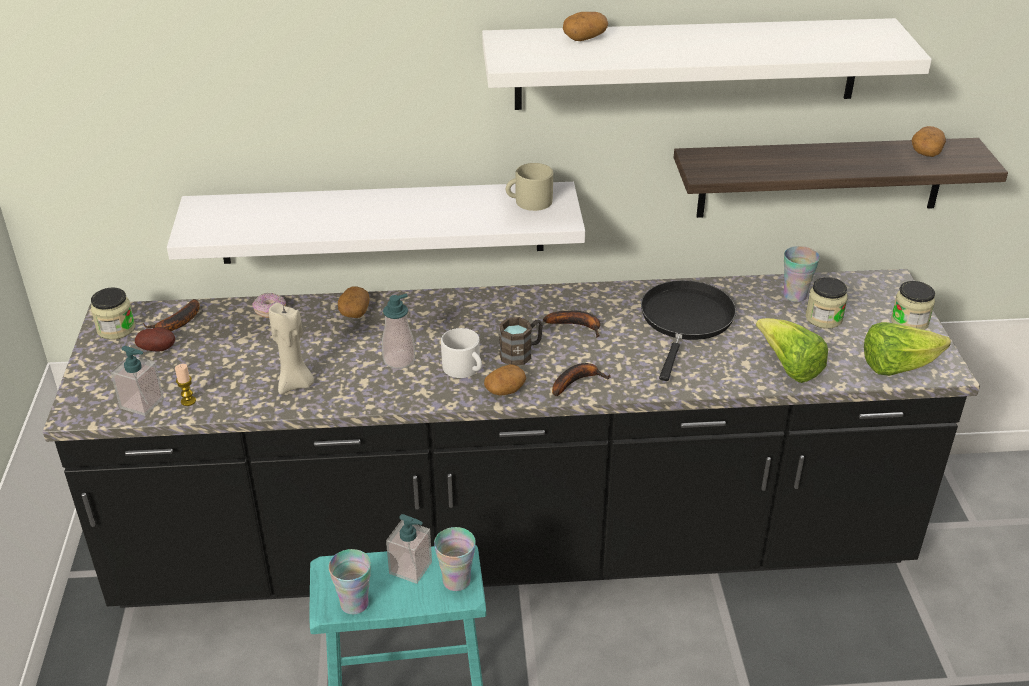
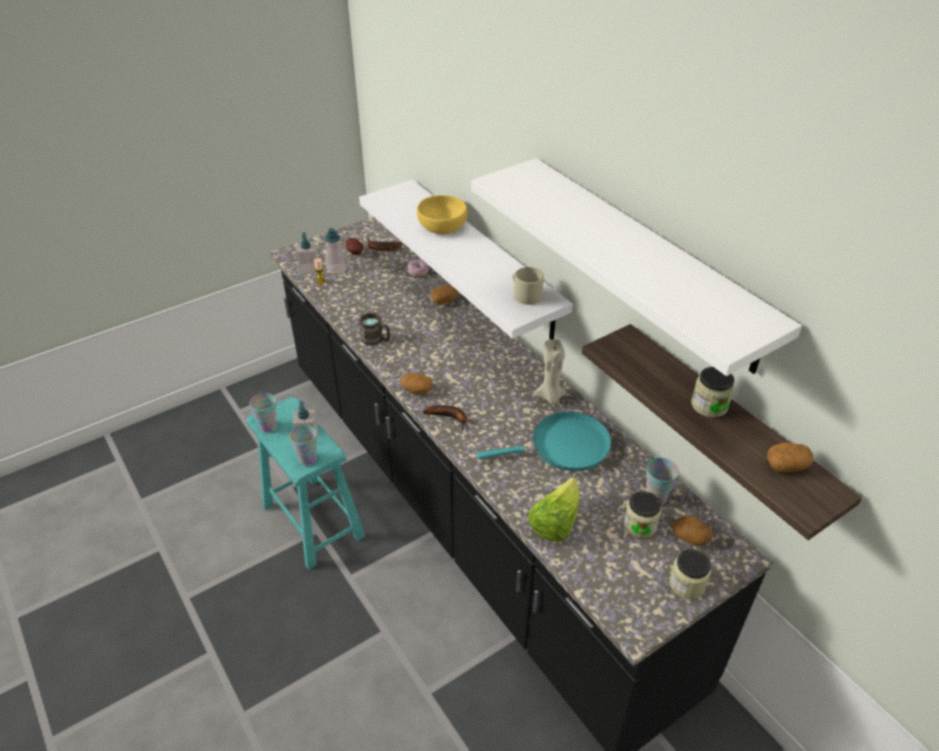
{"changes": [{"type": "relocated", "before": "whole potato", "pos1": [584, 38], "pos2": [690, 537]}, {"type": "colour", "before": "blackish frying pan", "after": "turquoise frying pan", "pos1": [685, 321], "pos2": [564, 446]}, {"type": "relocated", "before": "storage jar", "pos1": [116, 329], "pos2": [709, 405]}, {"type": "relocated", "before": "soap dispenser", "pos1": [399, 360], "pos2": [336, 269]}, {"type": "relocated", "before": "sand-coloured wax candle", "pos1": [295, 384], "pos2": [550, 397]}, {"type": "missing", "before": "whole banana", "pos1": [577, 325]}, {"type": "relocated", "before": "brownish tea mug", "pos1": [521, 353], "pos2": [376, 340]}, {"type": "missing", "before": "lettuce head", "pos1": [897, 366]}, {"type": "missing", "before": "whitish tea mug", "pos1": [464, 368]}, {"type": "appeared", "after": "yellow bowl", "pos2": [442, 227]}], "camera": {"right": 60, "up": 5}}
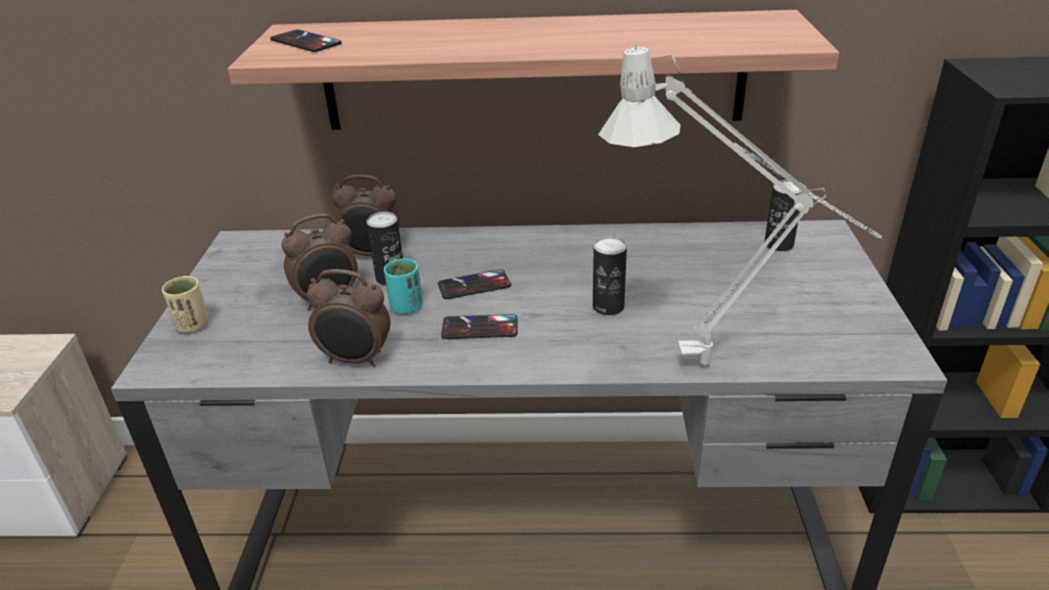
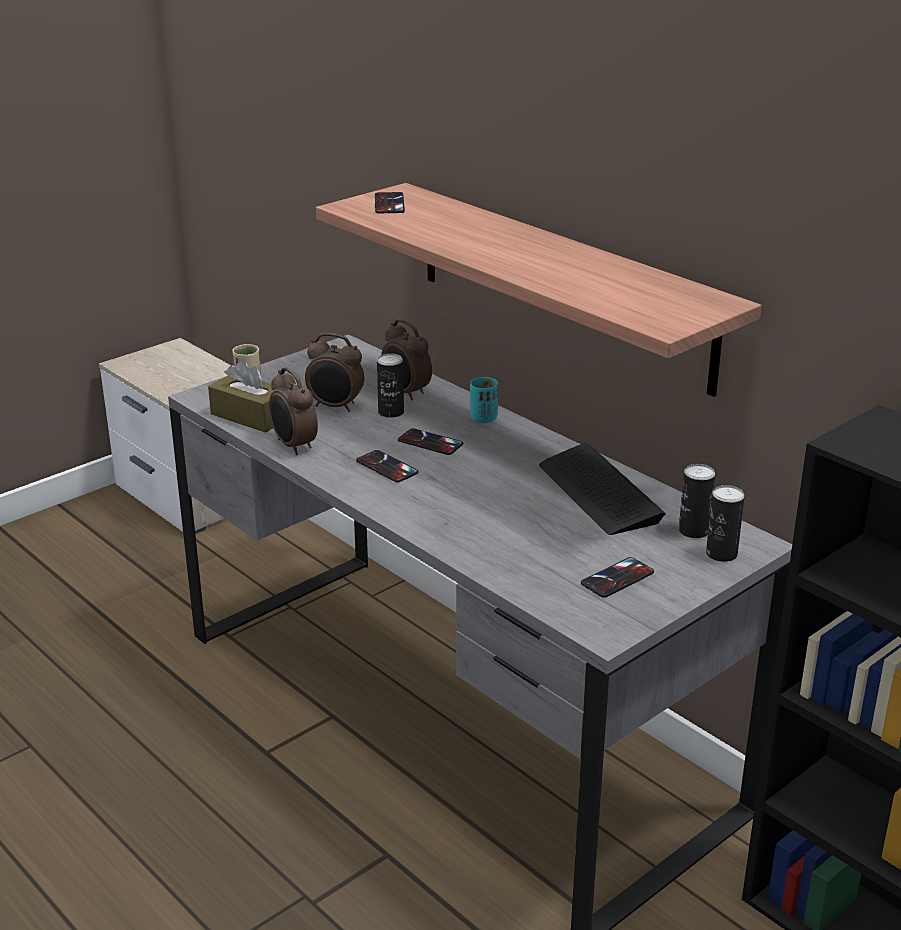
{"changes": [{"type": "missing", "before": "gray table lamp", "pos1": [721, 365]}, {"type": "relocated", "before": "can", "pos1": [608, 307], "pos2": [721, 554]}, {"type": "relocated", "before": "turquoise cup", "pos1": [406, 307], "pos2": [483, 418]}, {"type": "appeared", "after": "brownish box of tissues", "pos2": [250, 416]}, {"type": "appeared", "after": "keyboard", "pos2": [599, 492]}, {"type": "appeared", "after": "handset", "pos2": [617, 578]}], "camera": {"right": 45, "up": -5}}
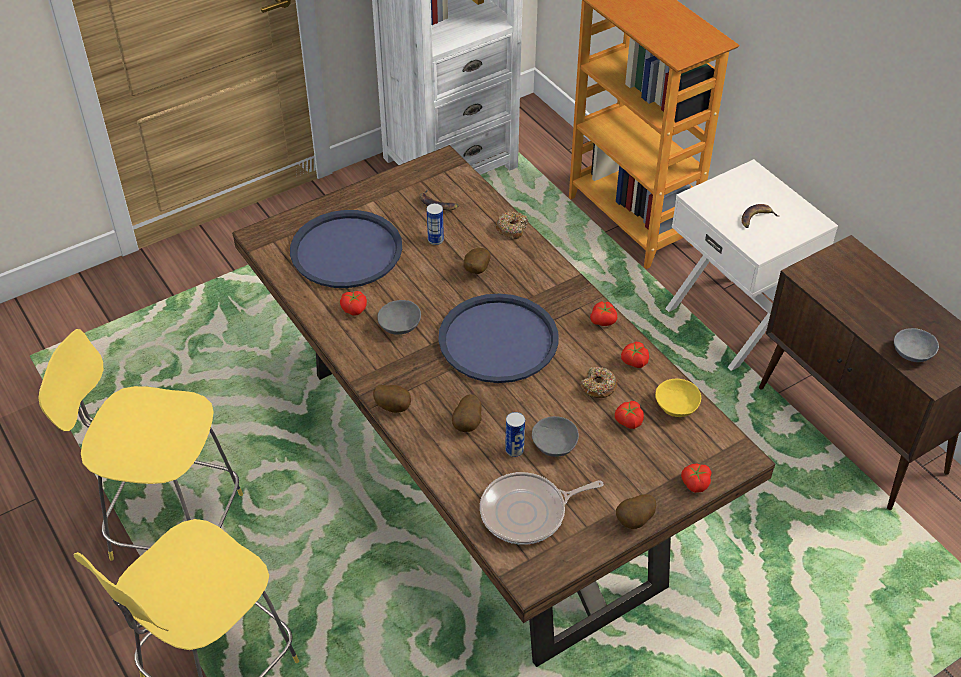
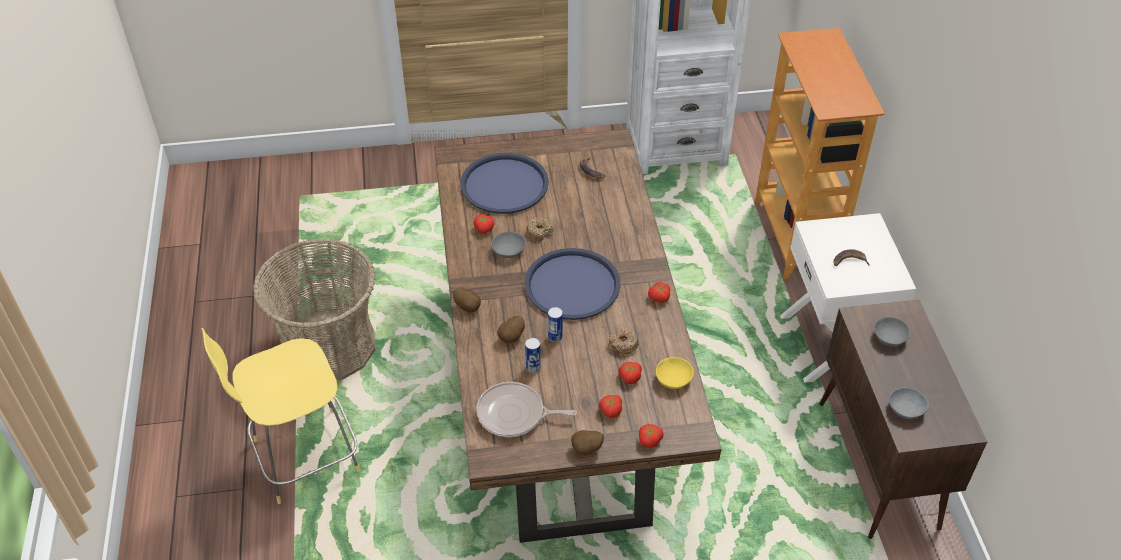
{"changes": [{"type": "relocated", "before": "can", "pos1": [435, 240], "pos2": [555, 337]}, {"type": "relocated", "before": "donut", "pos1": [512, 229], "pos2": [539, 232]}, {"type": "missing", "before": "whole potato", "pos1": [475, 270]}, {"type": "exchanged", "before": "yellow sitting stool", "after": "basket", "pos1": [172, 525], "pos2": [329, 346]}, {"type": "relocated", "before": "fresh tomato", "pos1": [634, 361], "pos2": [610, 411]}, {"type": "relocated", "before": "gray bowl", "pos1": [555, 445], "pos2": [890, 338]}], "camera": {"right": 25, "up": 0}}
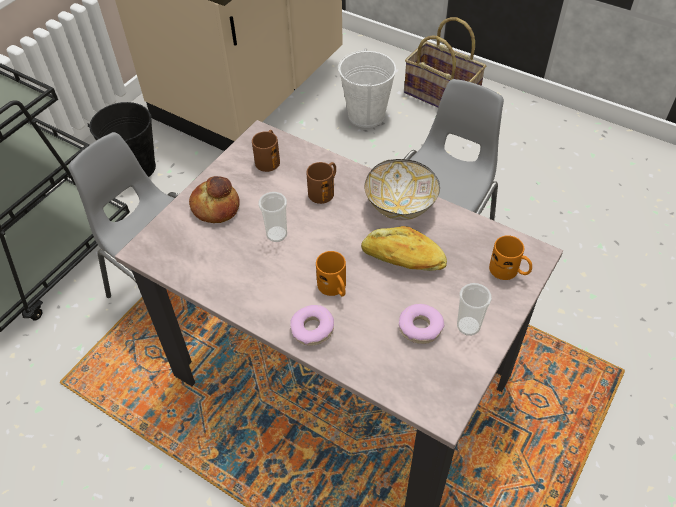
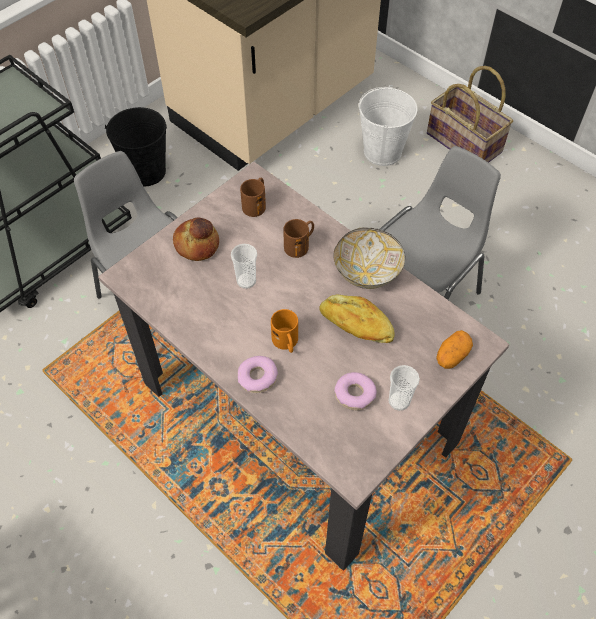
{"changes": [{"type": "exchanged", "before": "orange-coloured tea mug", "after": "whole potato", "pos1": [509, 271], "pos2": [452, 355]}], "camera": {"right": 10, "up": 5}}
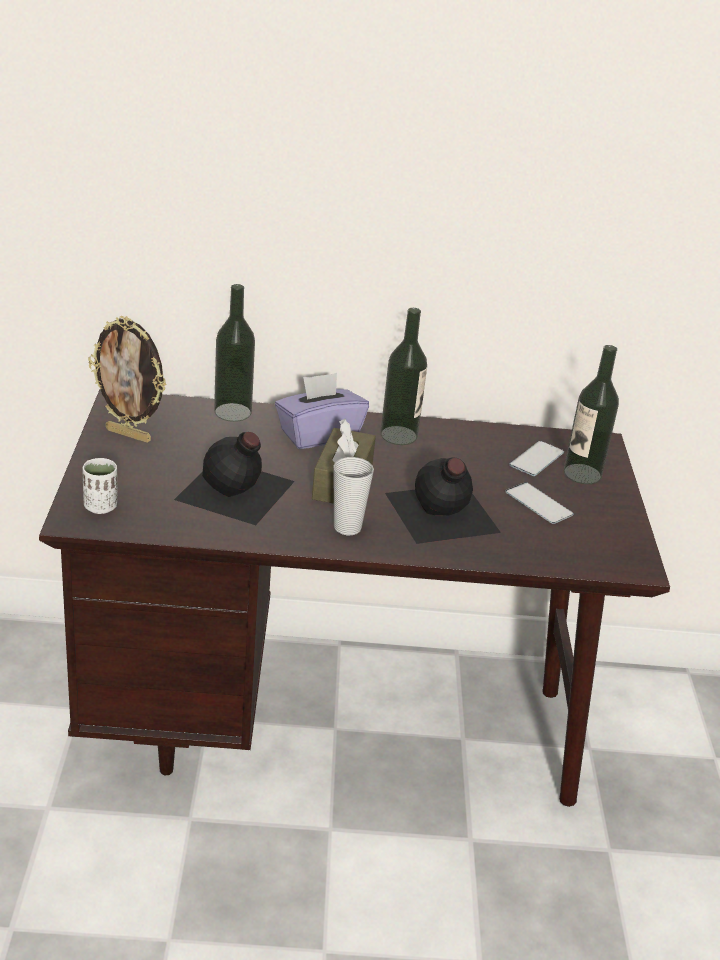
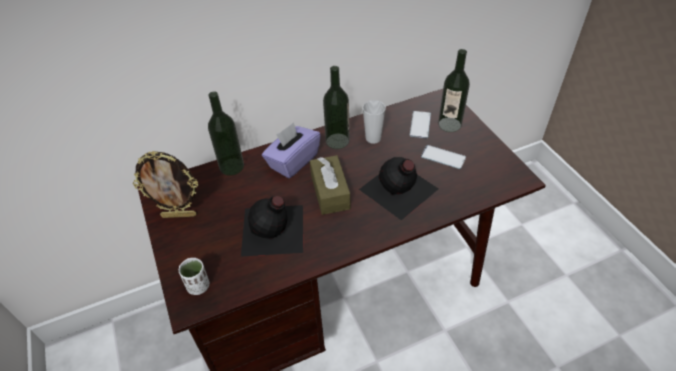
{"changes": [{"type": "relocated", "before": "cup", "pos1": [347, 527], "pos2": [373, 138]}], "camera": {"right": -20, "up": 15}}
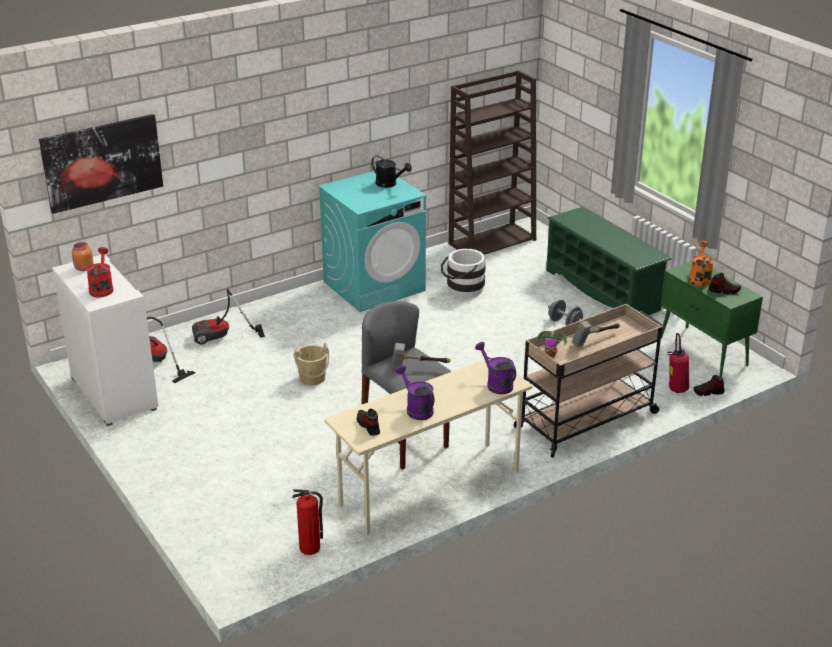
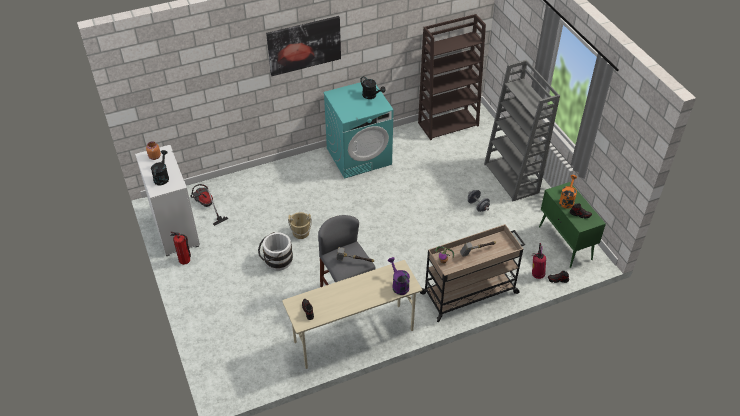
{"changes": [{"type": "relocated", "before": "wall picture", "pos1": [102, 162], "pos2": [304, 45]}, {"type": "exchanged", "before": "green-coloured shoe stand", "after": "gray shelving unit", "pos1": [602, 290], "pos2": [512, 178]}, {"type": "colour", "before": "red-coloured watering pot", "after": "blackish watering pot", "pos1": [102, 288], "pos2": [162, 177]}, {"type": "relocated", "before": "whitish pail", "pos1": [462, 289], "pos2": [276, 261]}, {"type": "missing", "before": "hoover", "pos1": [222, 338]}, {"type": "missing", "before": "purple-coloured watering pot", "pos1": [416, 409]}, {"type": "relocated", "before": "extinguisher", "pos1": [310, 547], "pos2": [185, 260]}], "camera": {"right": 10, "up": 15}}
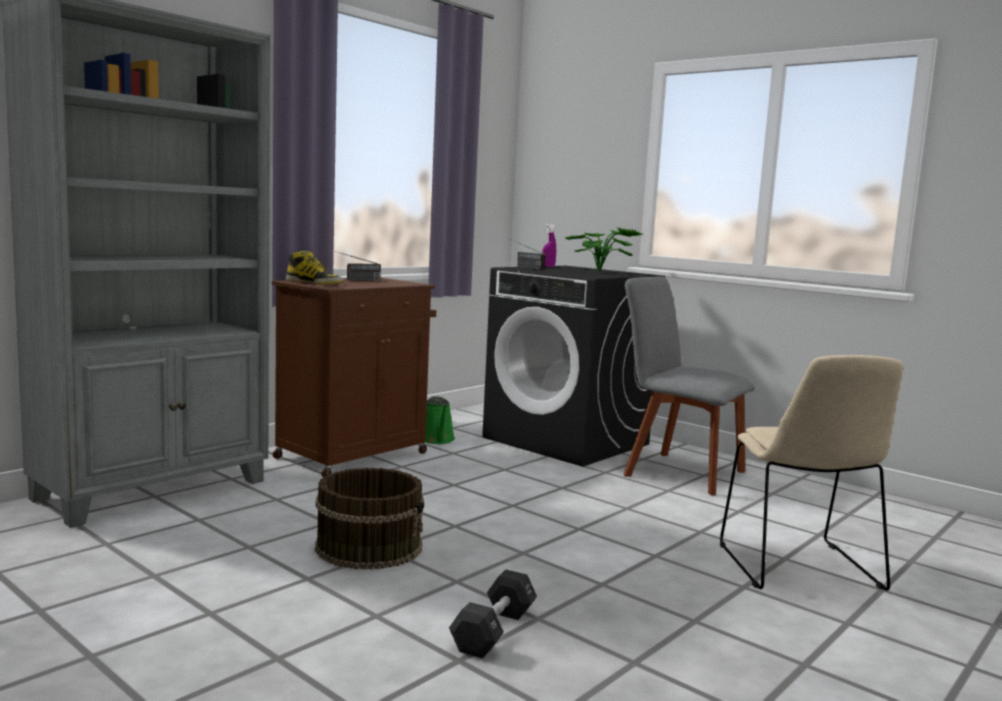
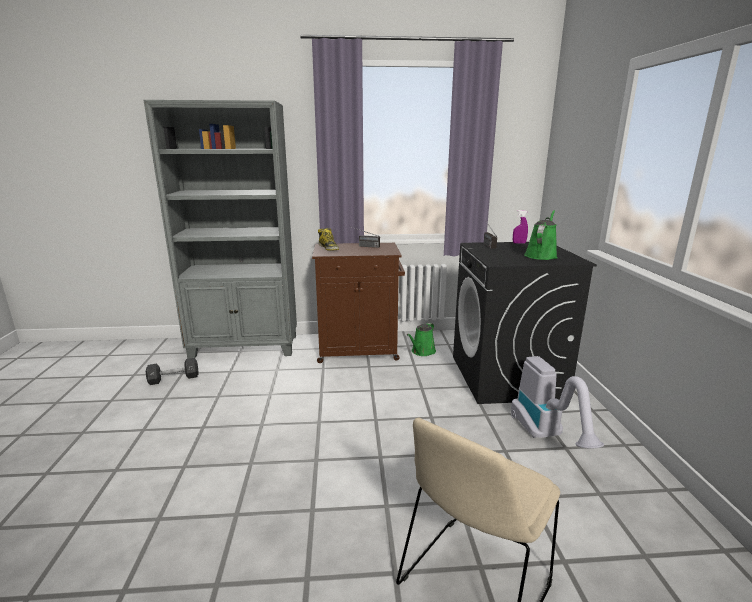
{"changes": [{"type": "exchanged", "before": "plant in a pot", "after": "green-coloured watering pot", "pos1": [603, 272], "pos2": [541, 255]}, {"type": "exchanged", "before": "gray upright chair", "after": "hoover", "pos1": [678, 472], "pos2": [547, 436]}, {"type": "missing", "before": "brownish pail", "pos1": [369, 546]}, {"type": "relocated", "before": "blackish dumbbell", "pos1": [493, 631], "pos2": [174, 378]}], "camera": {"right": 45, "up": 10}}
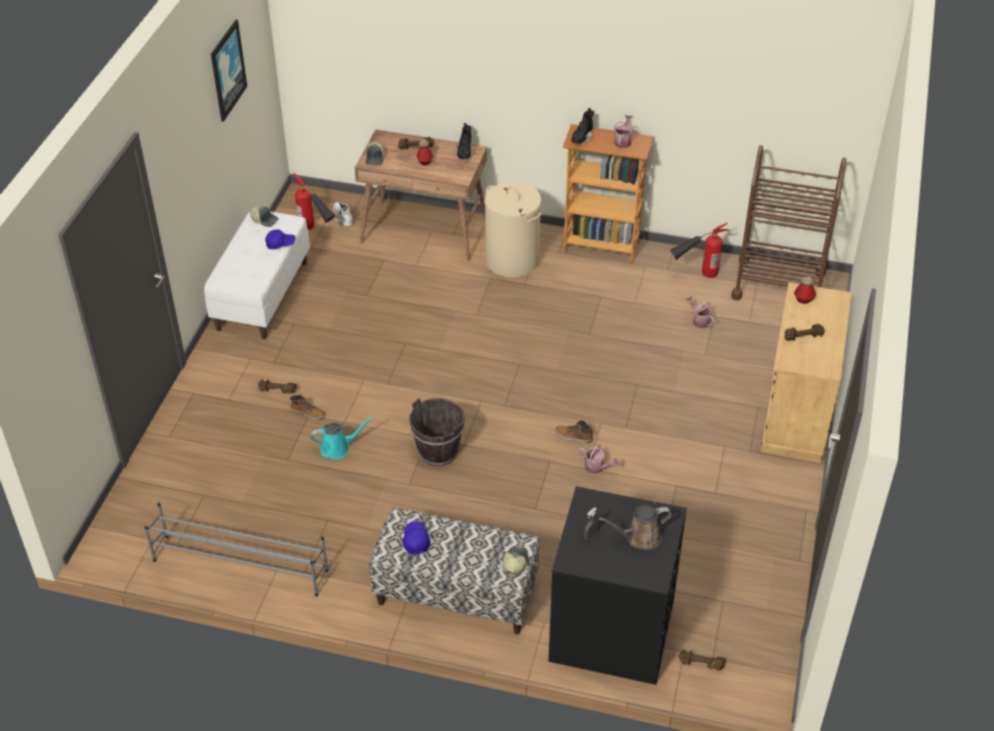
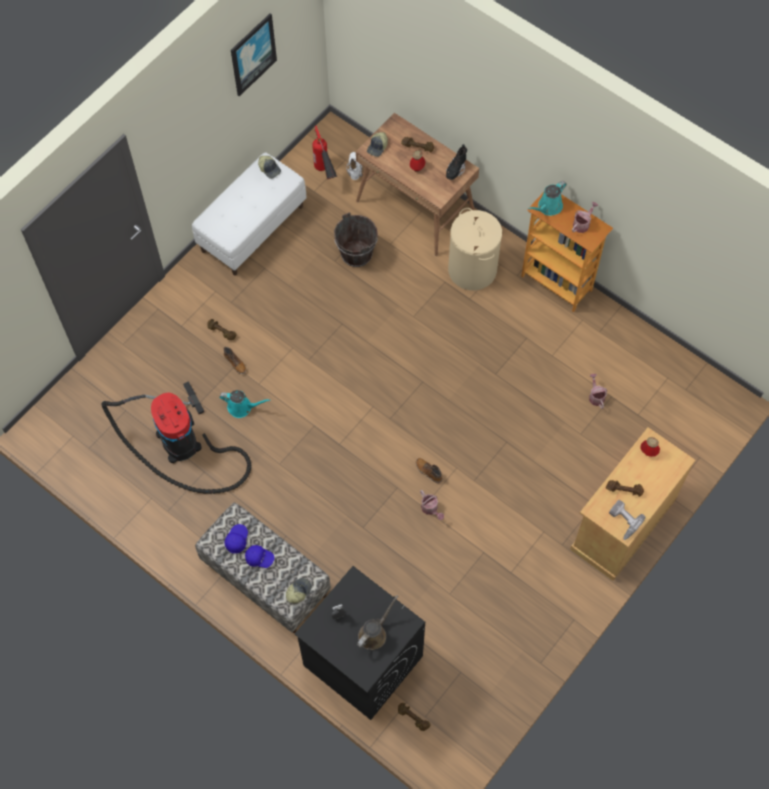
{"changes": [{"type": "exchanged", "before": "blackish tall boot", "after": "turquoise watering pot", "pos1": [582, 138], "pos2": [548, 207]}, {"type": "missing", "before": "brownish cart", "pos1": [778, 285]}, {"type": "missing", "before": "extinguisher", "pos1": [695, 275]}, {"type": "relocated", "before": "blue-coloured baseball cap", "pos1": [280, 243], "pos2": [259, 558]}, {"type": "relocated", "before": "brownish pail", "pos1": [438, 452], "pos2": [357, 254]}, {"type": "missing", "before": "gray shoe stand", "pos1": [239, 564]}, {"type": "spun", "before": "brownish watering pot", "pos1": [640, 537], "pos2": [374, 633], "turn": 120}, {"type": "appeared", "after": "hoover", "pos2": [182, 445]}, {"type": "appeared", "after": "drill", "pos2": [622, 521]}], "camera": {"right": 25, "up": 20}}
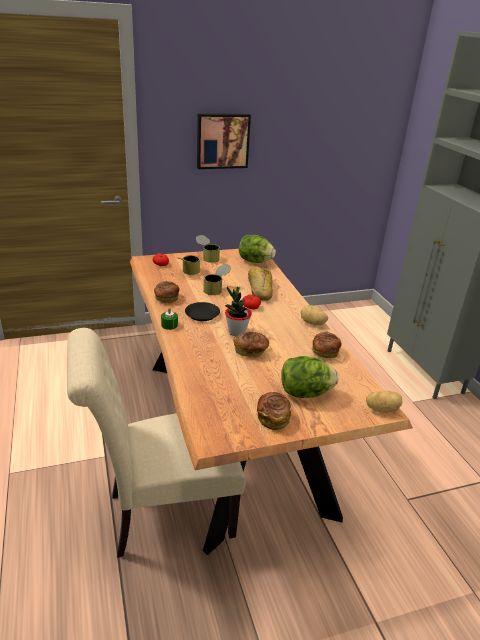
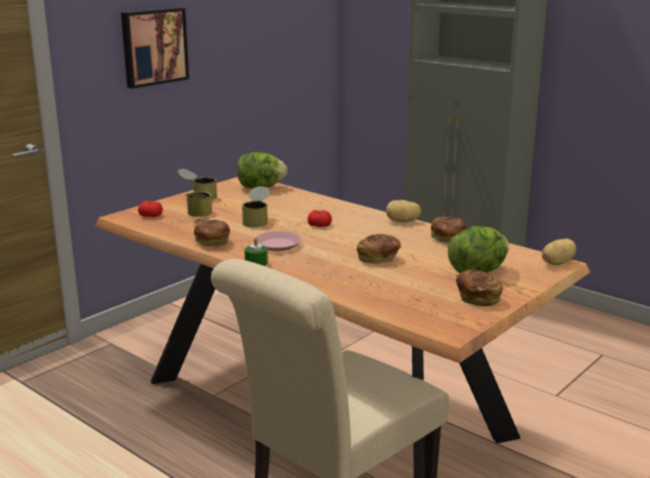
{"changes": [{"type": "missing", "before": "baked bread", "pos1": [259, 288]}, {"type": "missing", "before": "plant in a pot", "pos1": [236, 332]}, {"type": "colour", "before": "blackish flat dish", "after": "pinkish flat dish", "pos1": [202, 314], "pos2": [278, 245]}], "camera": {"right": -30, "up": -10}}
